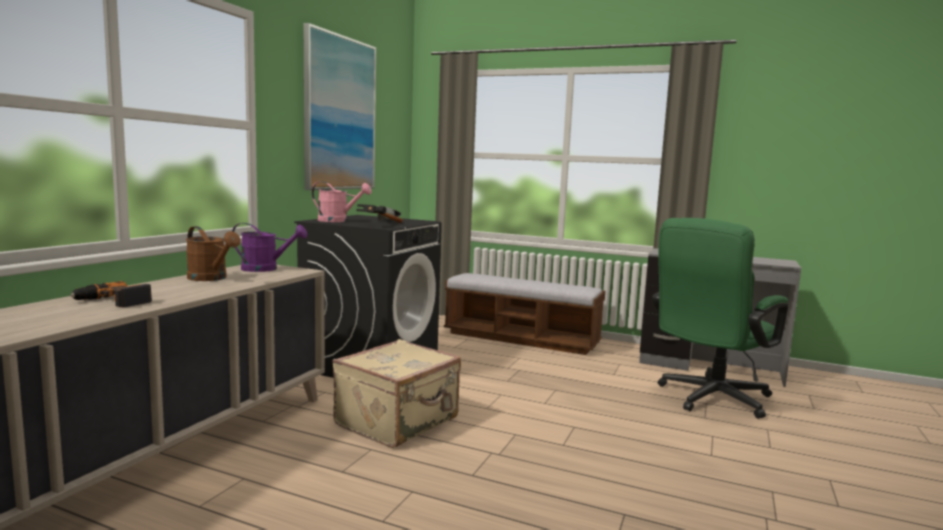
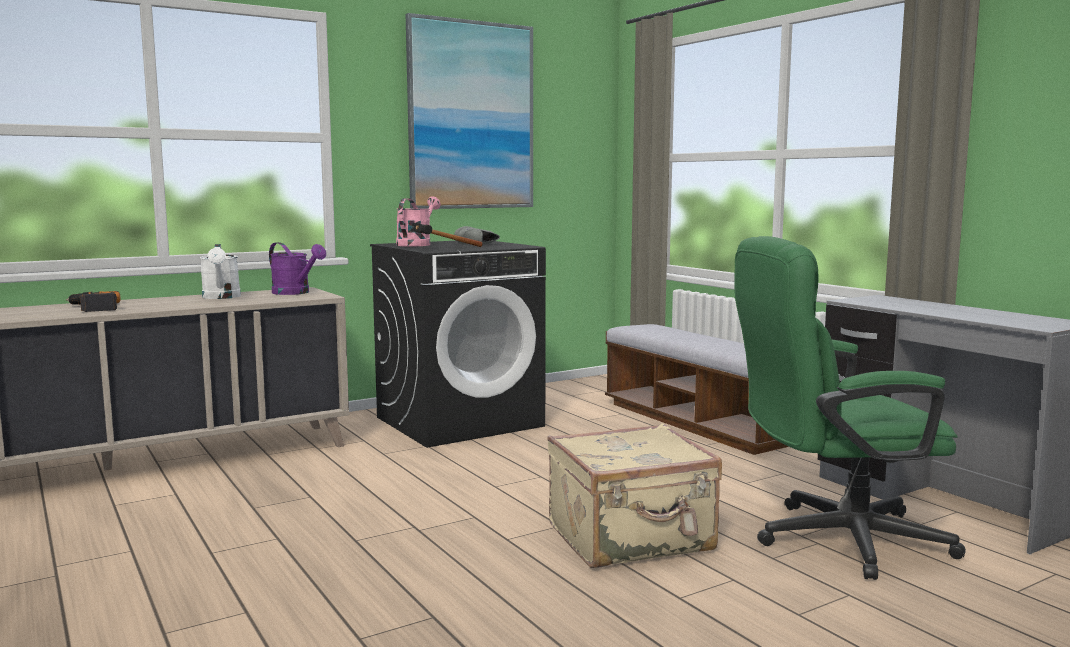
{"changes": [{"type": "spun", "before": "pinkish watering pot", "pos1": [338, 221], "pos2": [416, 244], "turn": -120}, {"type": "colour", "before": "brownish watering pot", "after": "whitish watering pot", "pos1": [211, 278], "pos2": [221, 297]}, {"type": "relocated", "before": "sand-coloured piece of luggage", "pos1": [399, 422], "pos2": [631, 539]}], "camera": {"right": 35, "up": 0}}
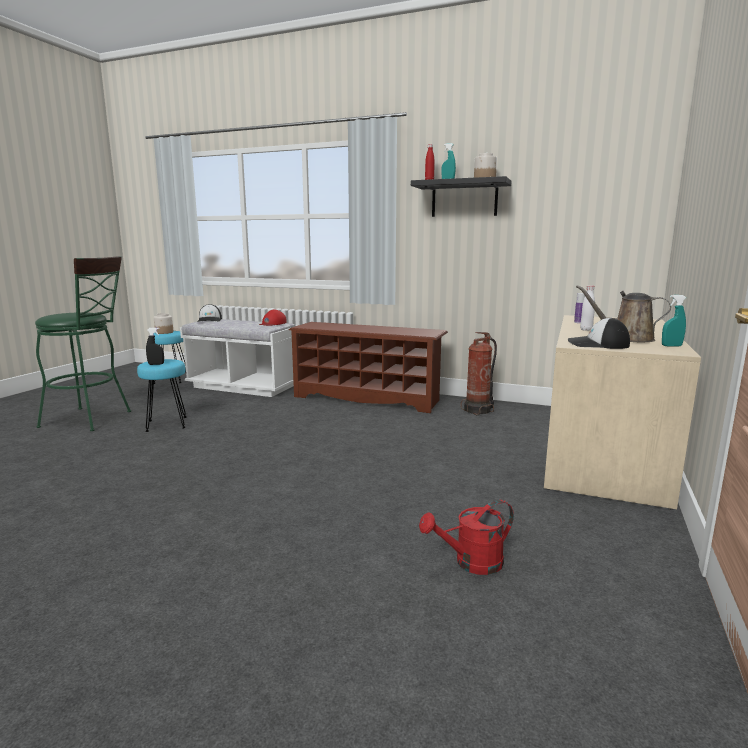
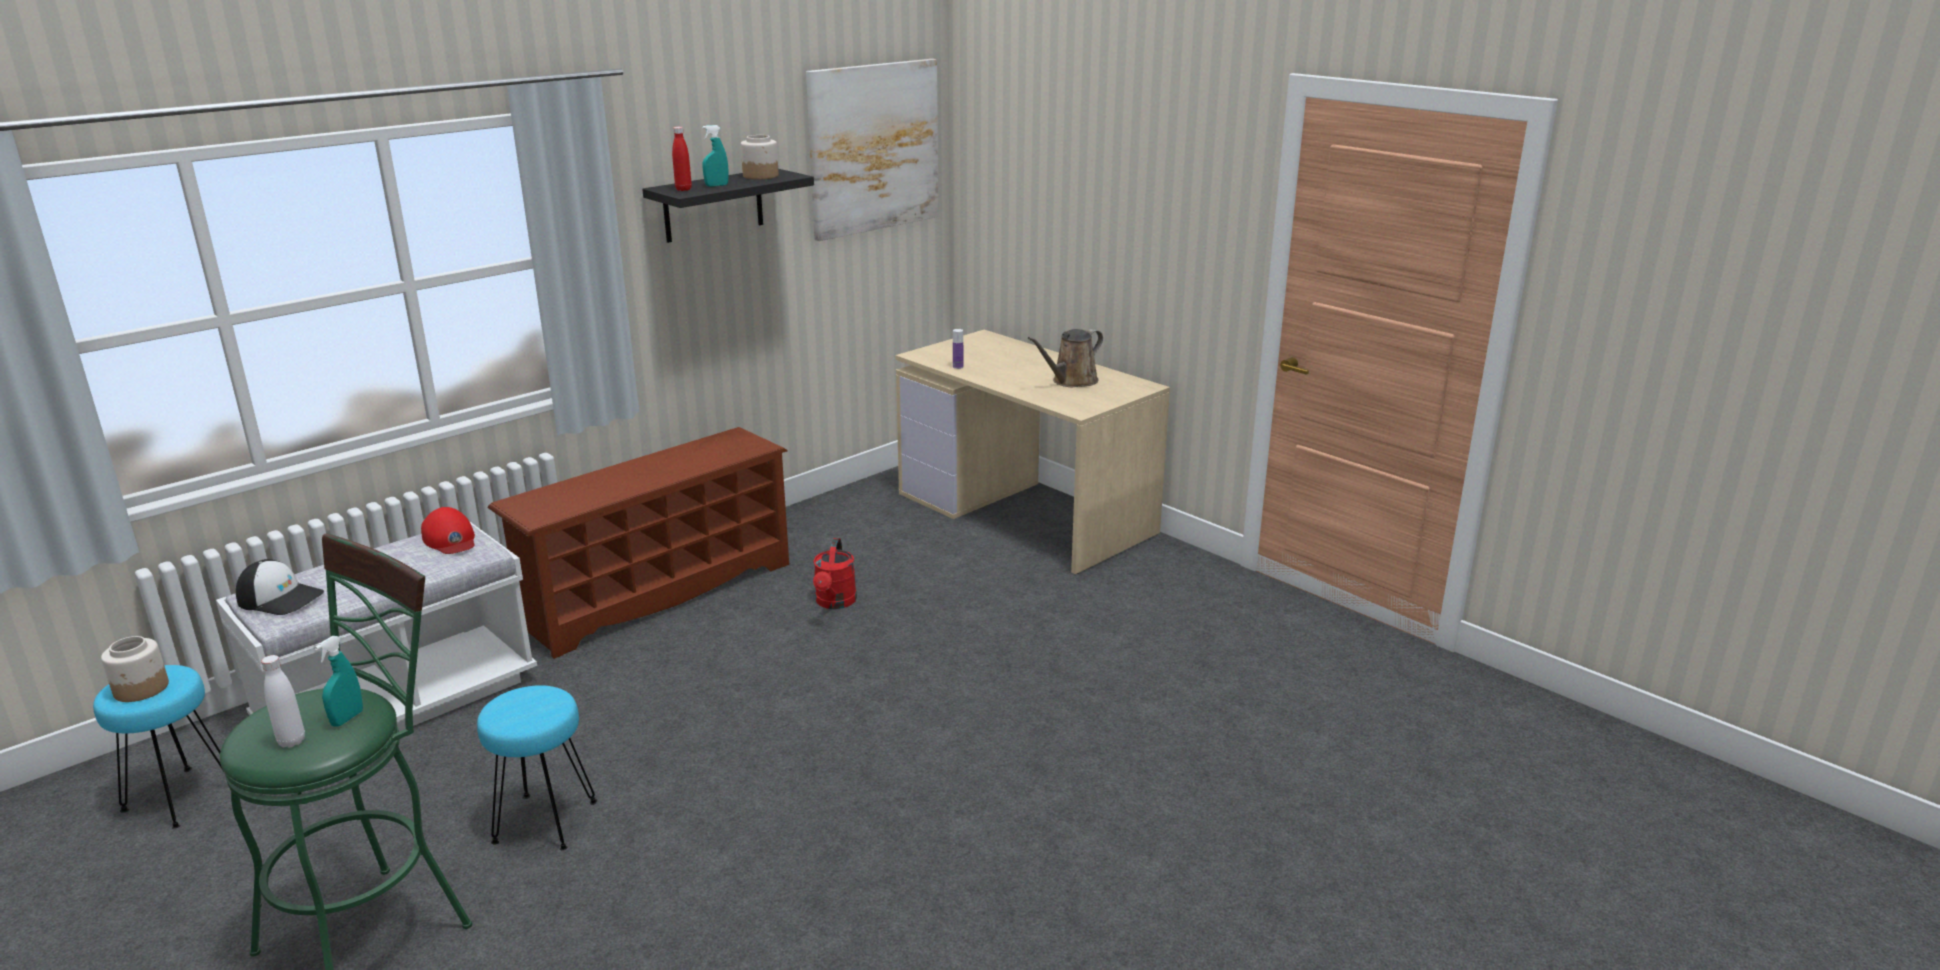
{"changes": [{"type": "relocated", "before": "whitish bottle", "pos1": [586, 330], "pos2": [292, 741]}, {"type": "relocated", "before": "turquoise sprayer", "pos1": [671, 346], "pos2": [347, 718]}, {"type": "missing", "before": "baseball cap", "pos1": [597, 344]}, {"type": "missing", "before": "blackish sprayer", "pos1": [156, 364]}, {"type": "missing", "before": "extinguisher", "pos1": [479, 410]}, {"type": "relocated", "before": "red-coloured watering pot", "pos1": [471, 563], "pos2": [834, 603]}, {"type": "appeared", "after": "wall picture", "pos2": [873, 148]}], "camera": {"right": -65, "up": 10}}
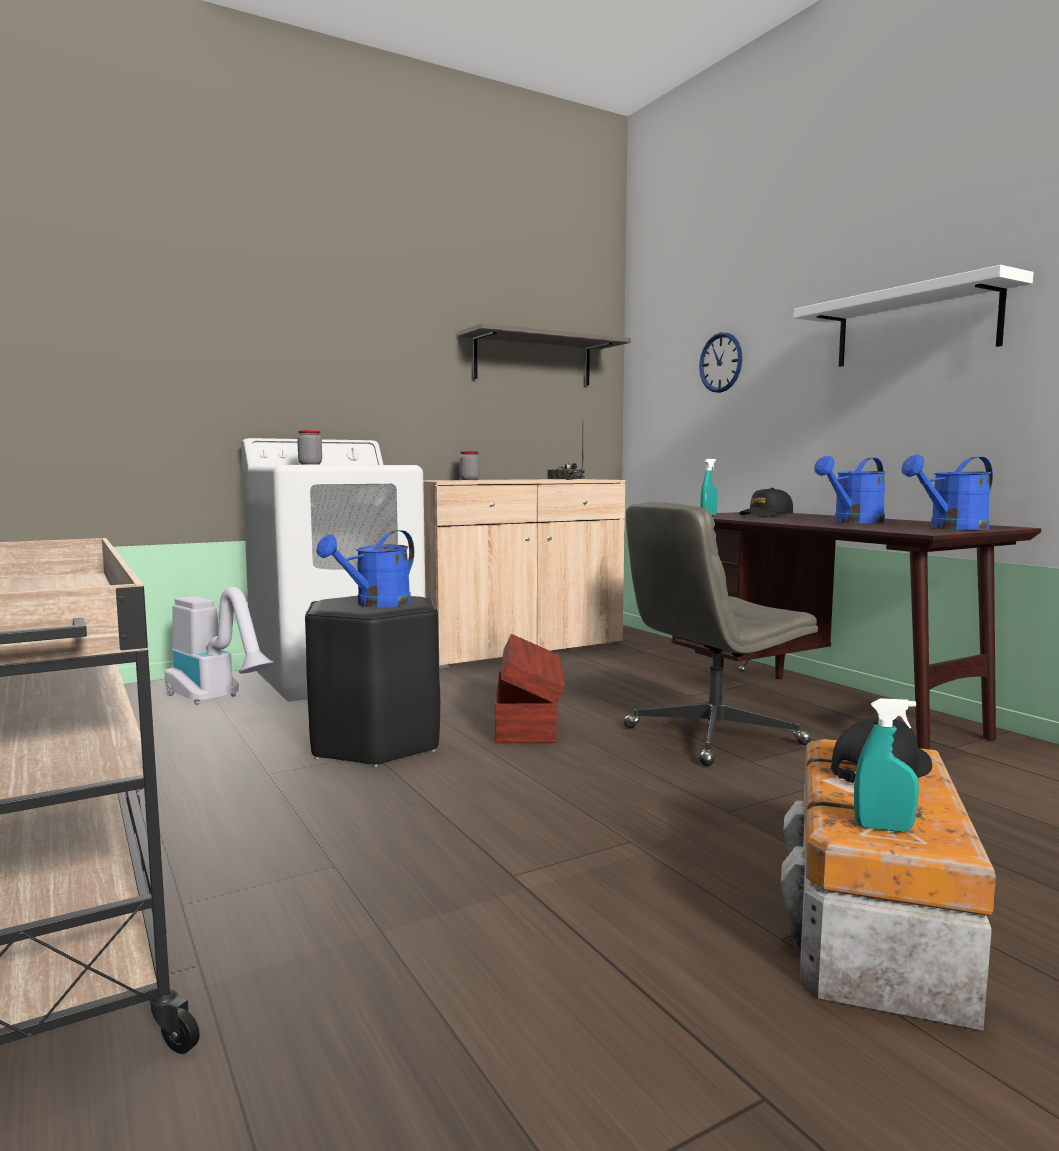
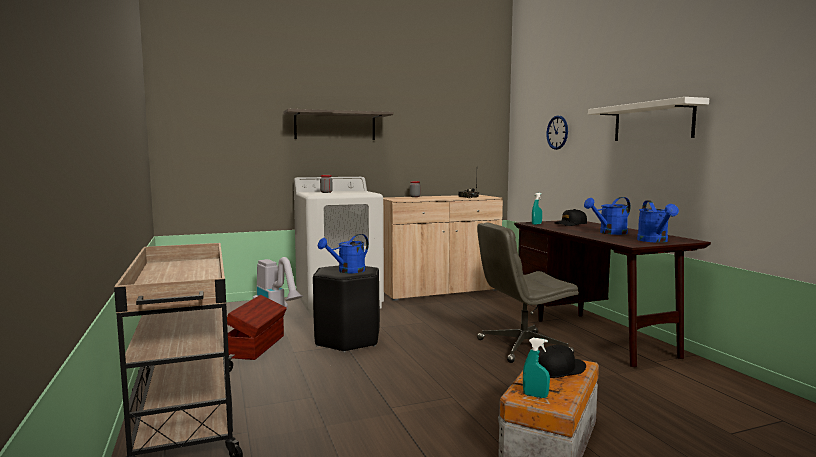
{"changes": [{"type": "relocated", "before": "shelf", "pos1": [533, 360], "pos2": [335, 126]}, {"type": "spun", "before": "blue-coloured watering pot", "pos1": [951, 528], "pos2": [655, 241], "turn": -75}, {"type": "relocated", "before": "brownish storage box", "pos1": [527, 722], "pos2": [256, 346]}], "camera": {"right": 10, "up": 0}}
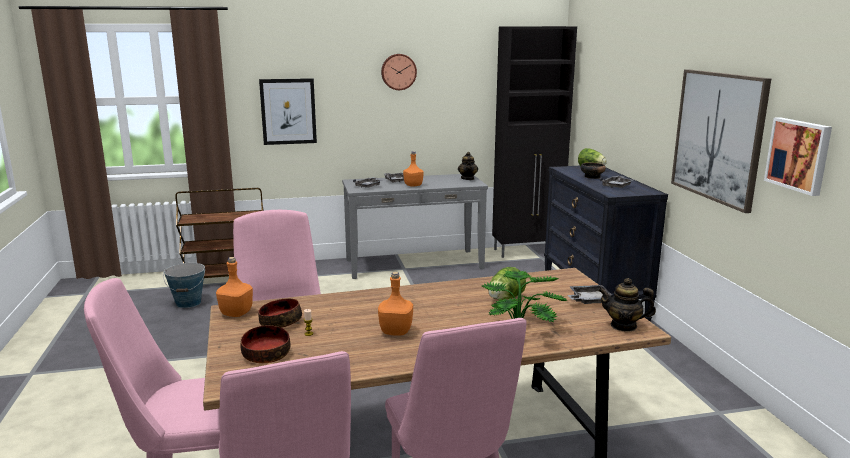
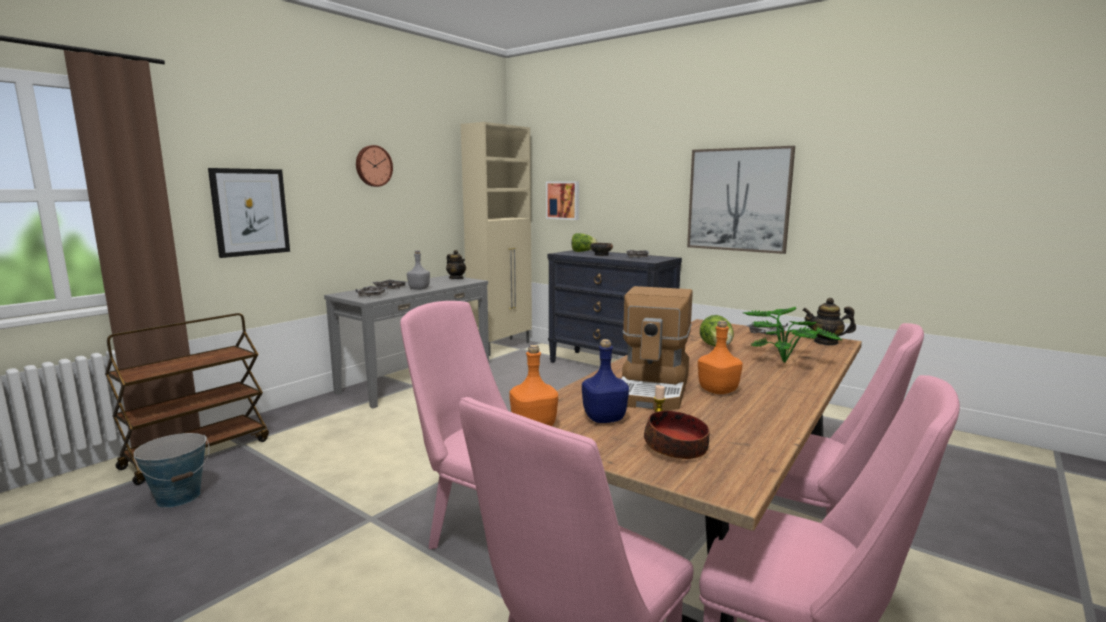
{"changes": [{"type": "colour", "before": "blackish cabinet", "after": "sand-coloured cabinet", "pos1": [527, 251], "pos2": [501, 347]}, {"type": "relocated", "before": "wall picture", "pos1": [799, 155], "pos2": [563, 200]}, {"type": "colour", "before": "orange-coloured bottle", "after": "gray bottle", "pos1": [413, 185], "pos2": [419, 289]}, {"type": "spun", "before": "tea pot", "pos1": [623, 326], "pos2": [826, 342], "turn": 45}, {"type": "exchanged", "before": "bowl", "after": "blue-coloured bottle", "pos1": [280, 322], "pos2": [604, 418]}, {"type": "appeared", "after": "coffee brewer", "pos2": [654, 389]}], "camera": {"right": -40, "up": -5}}
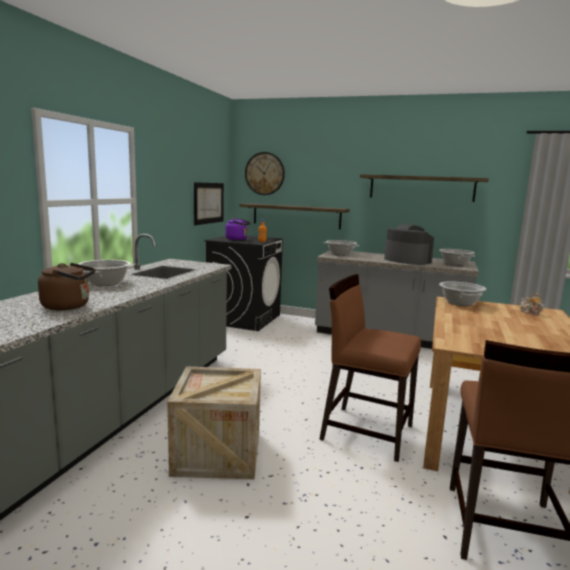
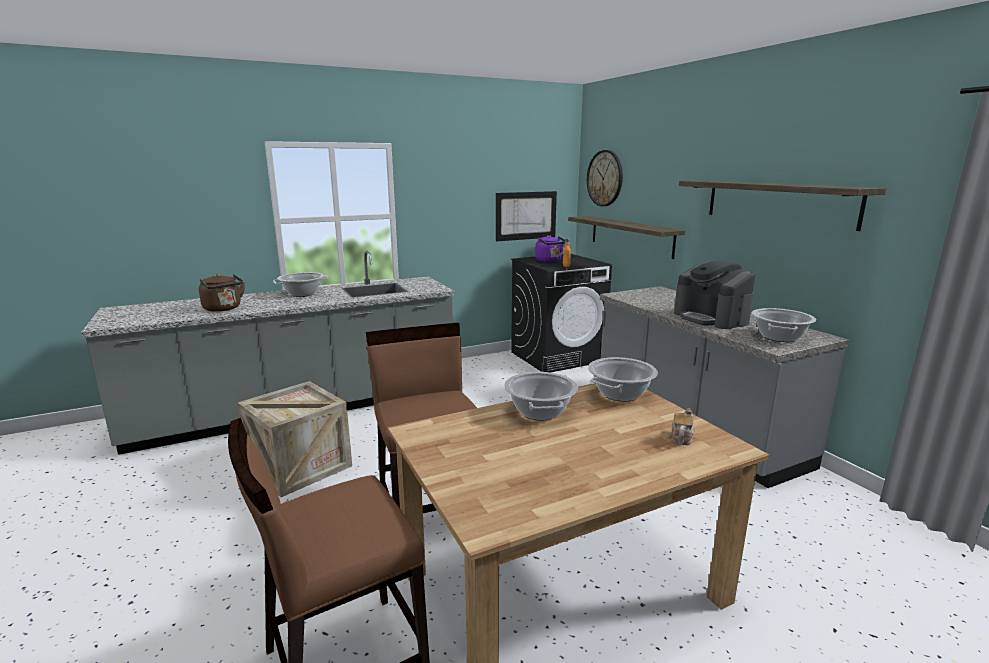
{"changes": [{"type": "spun", "before": "coffee brewer", "pos1": [406, 260], "pos2": [711, 318], "turn": 150}, {"type": "relocated", "before": "cooking pot", "pos1": [340, 254], "pos2": [539, 411]}], "camera": {"right": 45, "up": 5}}
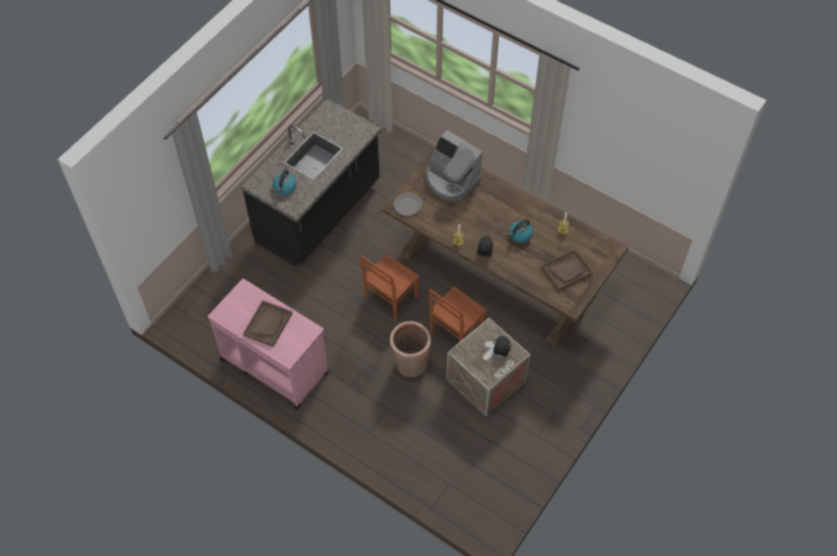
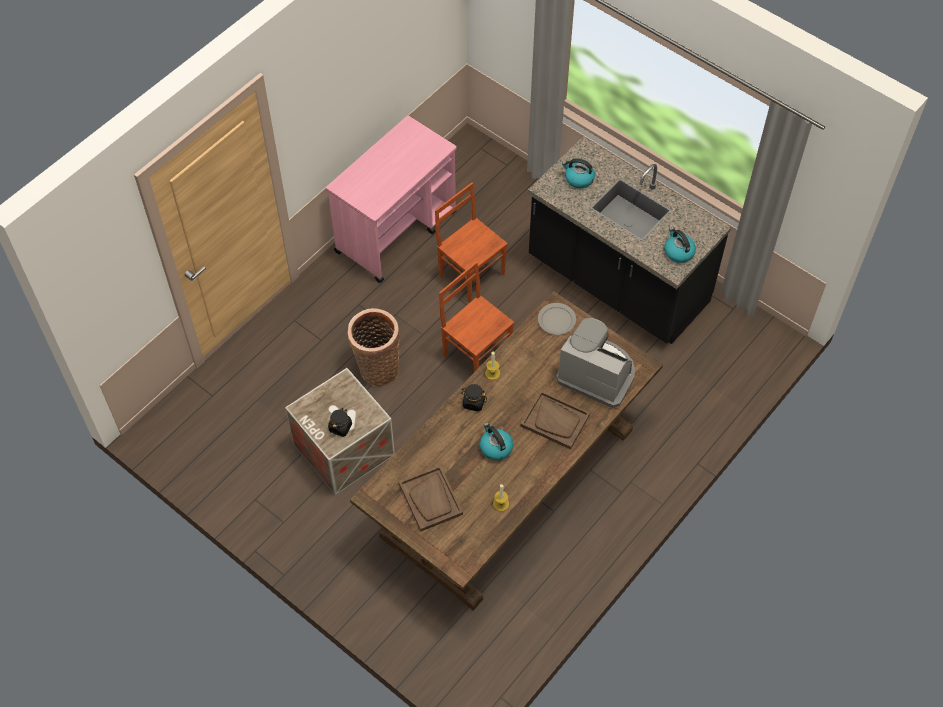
{"changes": [{"type": "spun", "before": "coffee brewer", "pos1": [451, 180], "pos2": [597, 374], "turn": 75}, {"type": "relocated", "before": "brownish upright chair", "pos1": [455, 332], "pos2": [471, 274]}, {"type": "relocated", "before": "brownish tray", "pos1": [268, 324], "pos2": [555, 420]}, {"type": "appeared", "after": "water kettle", "pos2": [678, 252]}], "camera": {"right": 95, "up": 0}}
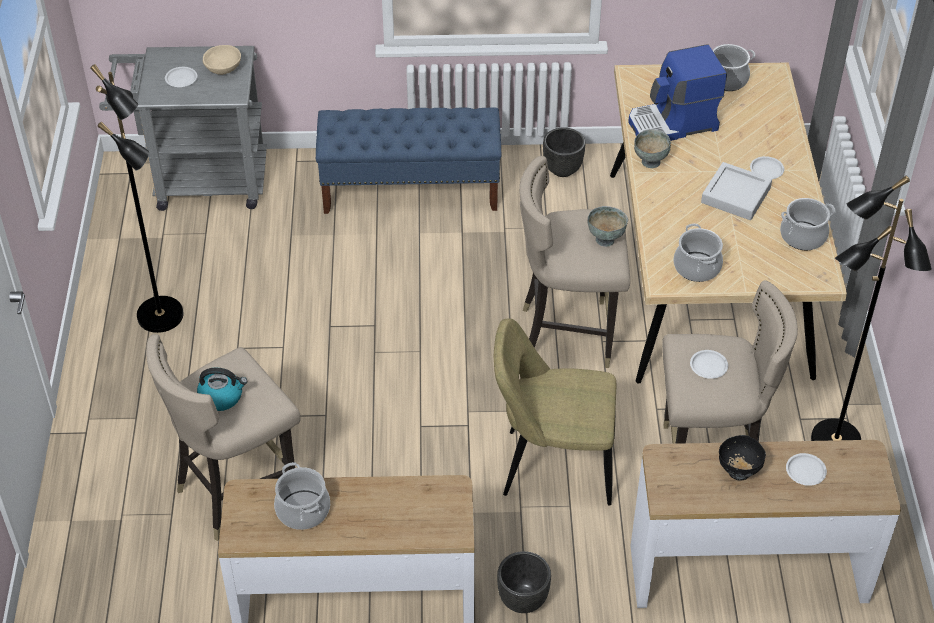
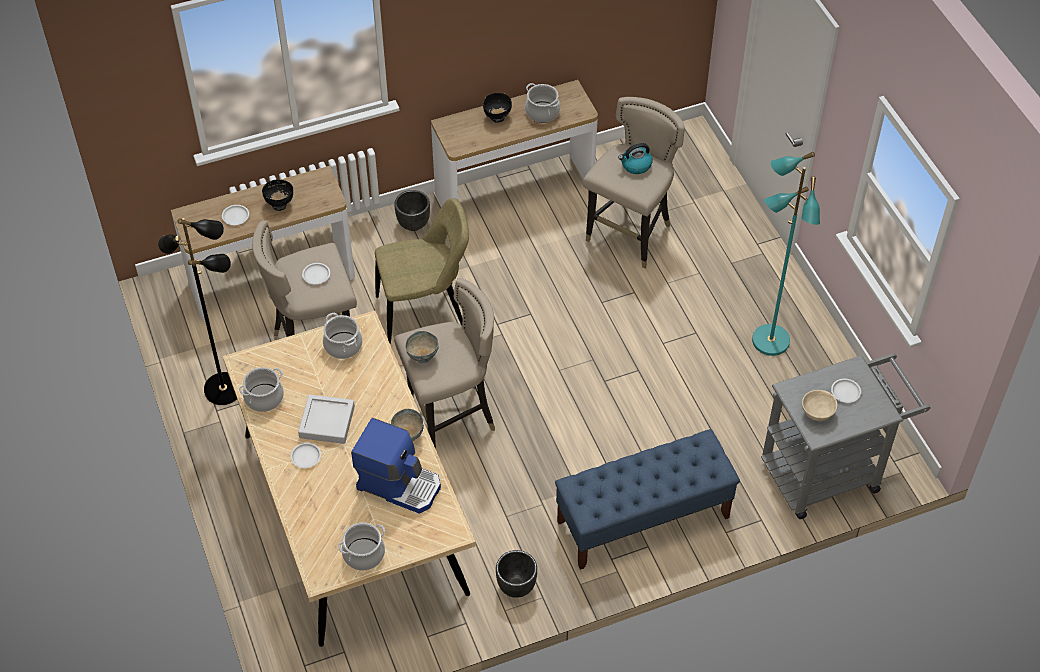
{"changes": [{"type": "spun", "before": "coffee brewer", "pos1": [673, 124], "pos2": [399, 484], "turn": 60}, {"type": "colour", "before": "blackish floor lamp", "after": "turquoise floor lamp", "pos1": [162, 315], "pos2": [769, 341]}, {"type": "appeared", "after": "blackish bowl", "pos2": [497, 118]}], "camera": {"right": 160, "up": 5}}
